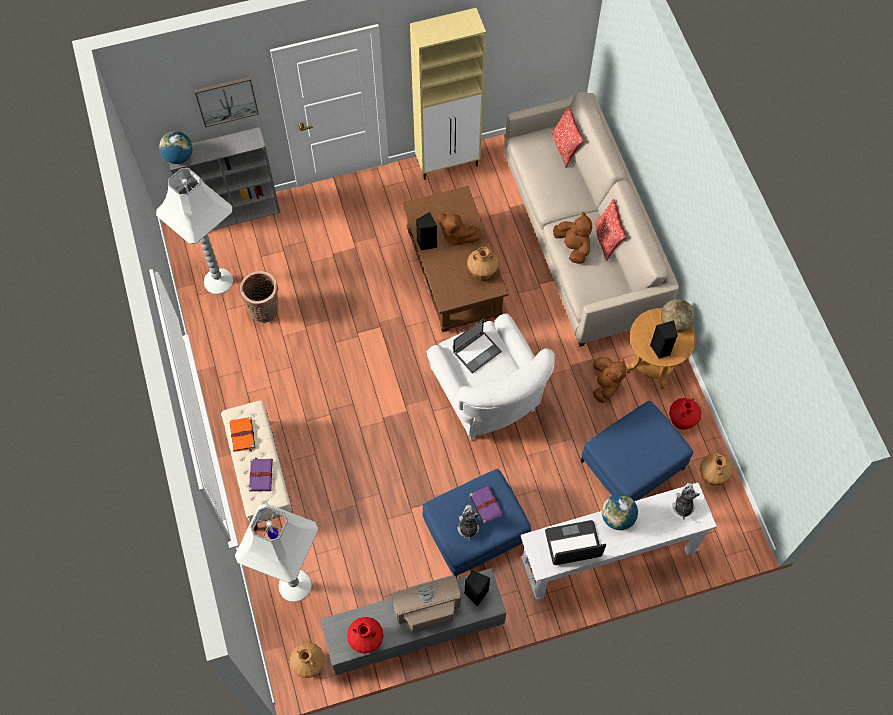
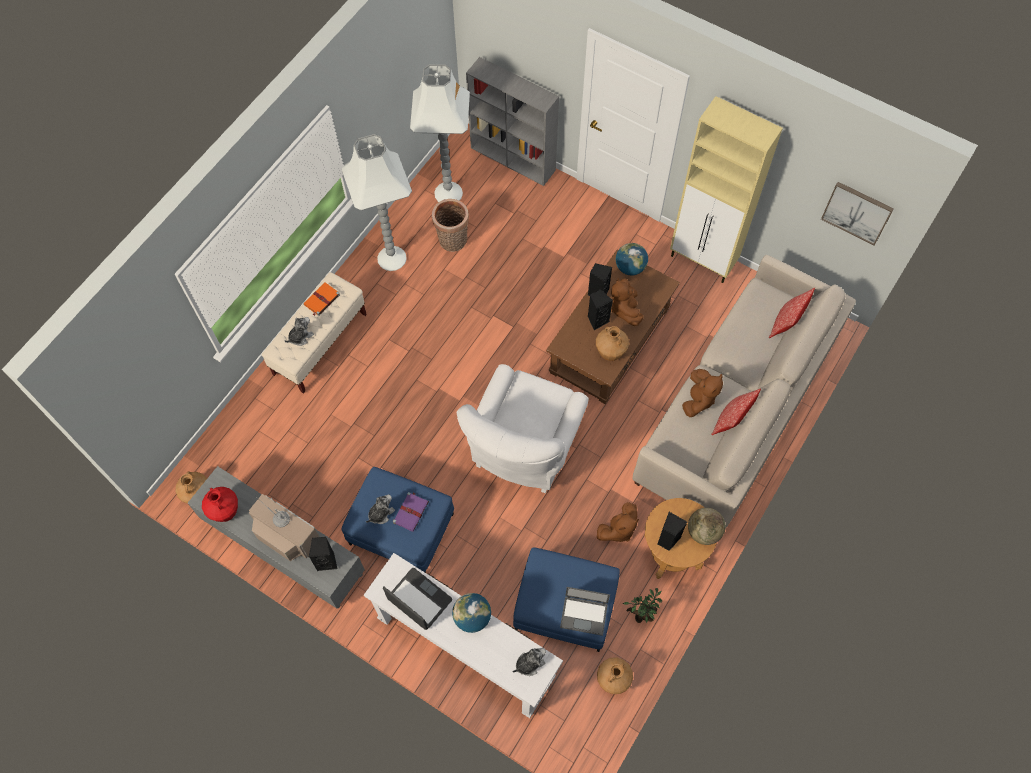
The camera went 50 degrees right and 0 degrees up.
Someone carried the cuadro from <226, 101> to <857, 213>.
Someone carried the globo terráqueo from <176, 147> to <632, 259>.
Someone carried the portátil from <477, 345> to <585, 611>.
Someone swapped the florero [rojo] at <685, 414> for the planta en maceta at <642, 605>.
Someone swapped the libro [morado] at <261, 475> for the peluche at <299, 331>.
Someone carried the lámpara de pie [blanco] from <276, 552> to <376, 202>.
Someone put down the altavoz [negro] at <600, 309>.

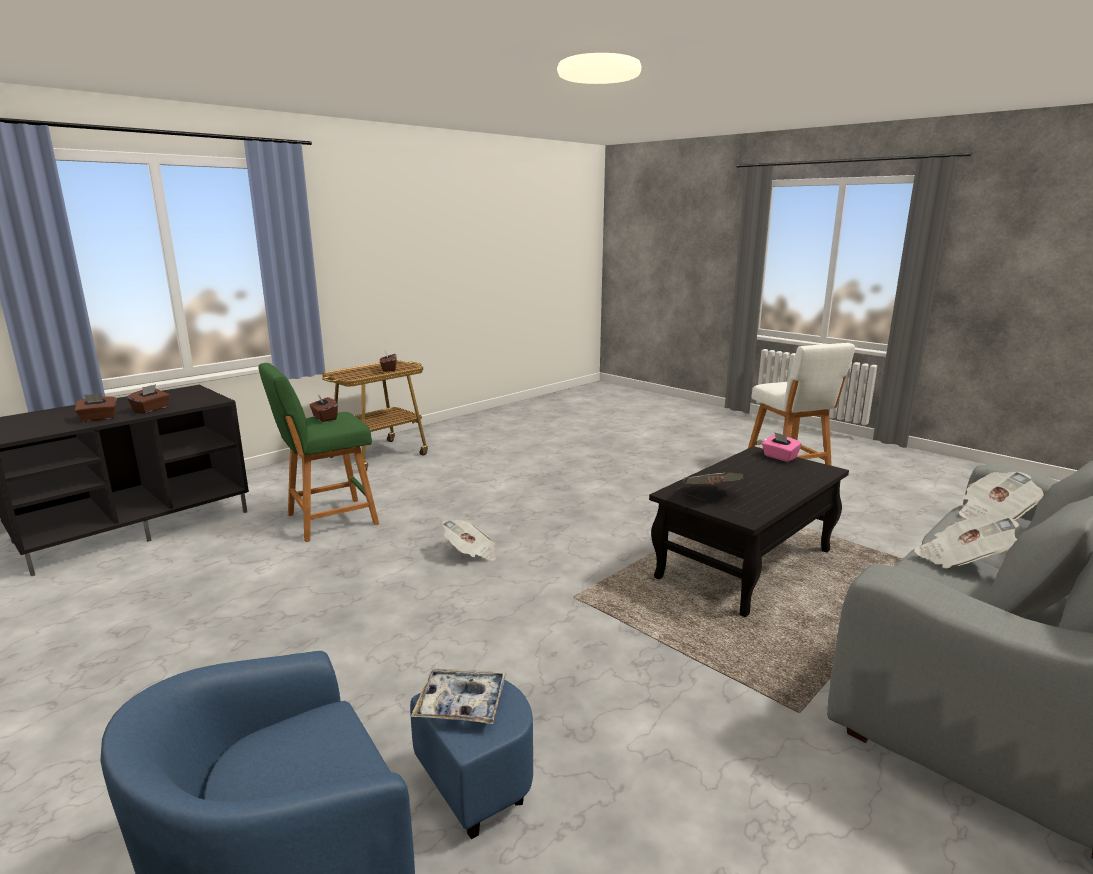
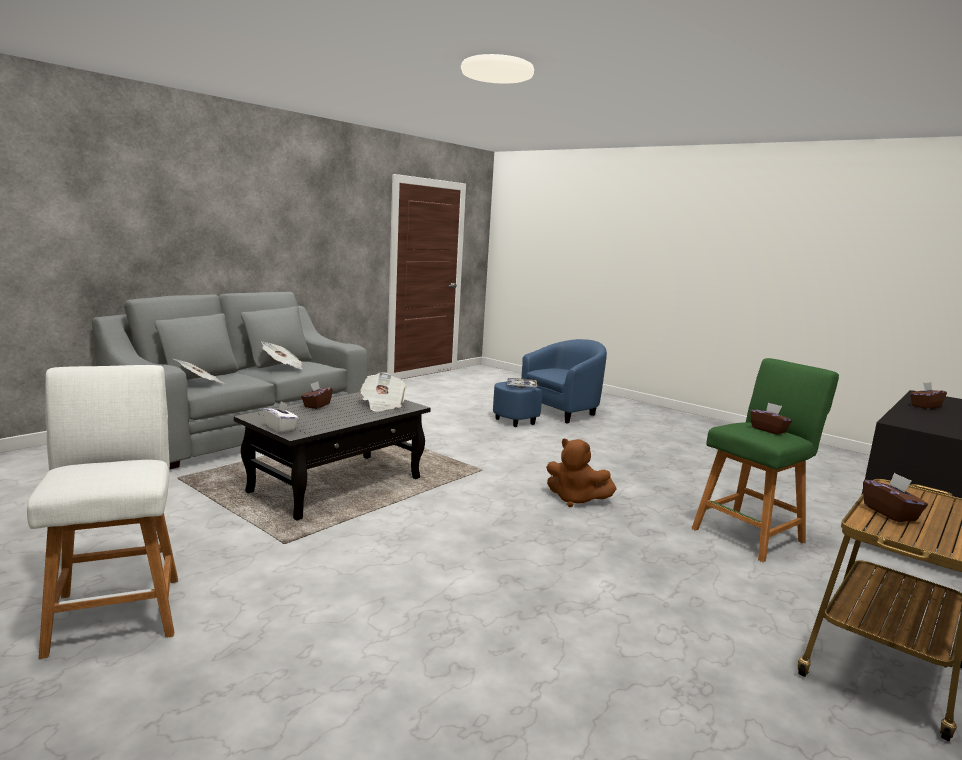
The camera went 175 degrees right and 5 degrees down.
Someone carried the caja de pañuelos [marrón] from <148, 399> to <317, 395>.
Someone repainted the caja de pañuelos [rosa] at <782, 447>, which became the caja de pañuelos [blanco] at <281, 417>.
Someone swapped the periódico at <469, 540> for the peluche [marrón] at <581, 472>.

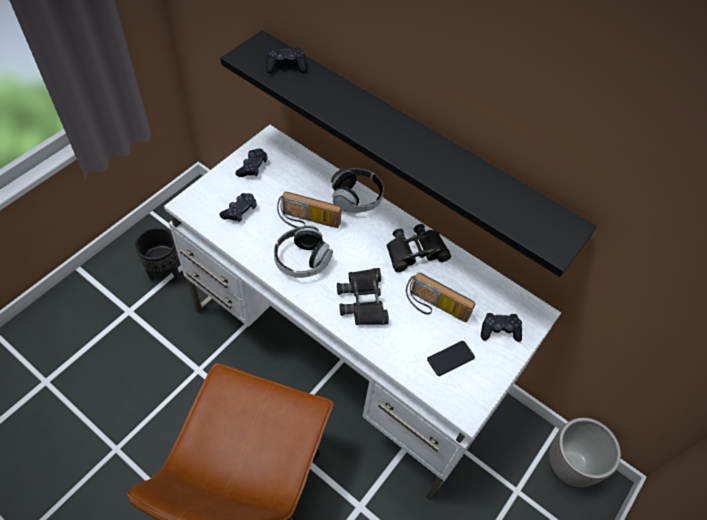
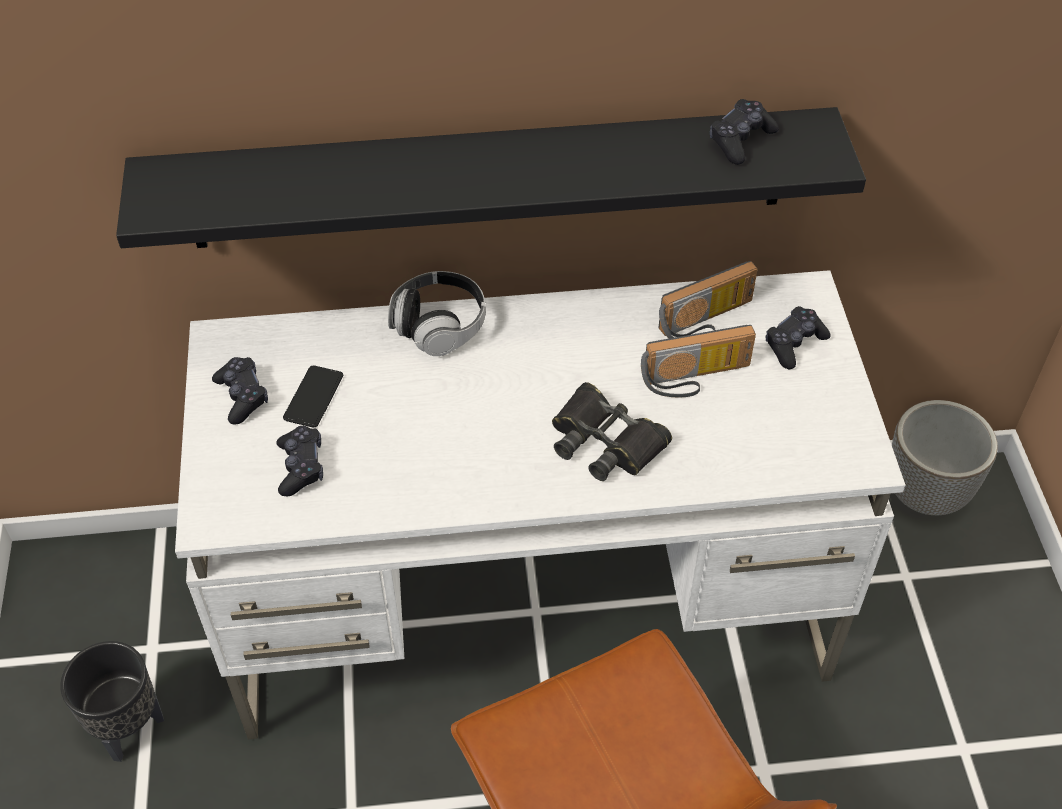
The camera went 40 degrees left and 5 degrees down.
Someone carried the mando de consola [negro] from <286, 60> to <744, 132>.
Someone carried the radio from <309, 210> to <708, 299>.
Someone took away the prismáticos [negro] at <419, 248>.
Someone took away the auriculares at <303, 251>.
Someone carried the móvil from <451, 358> to <313, 396>.

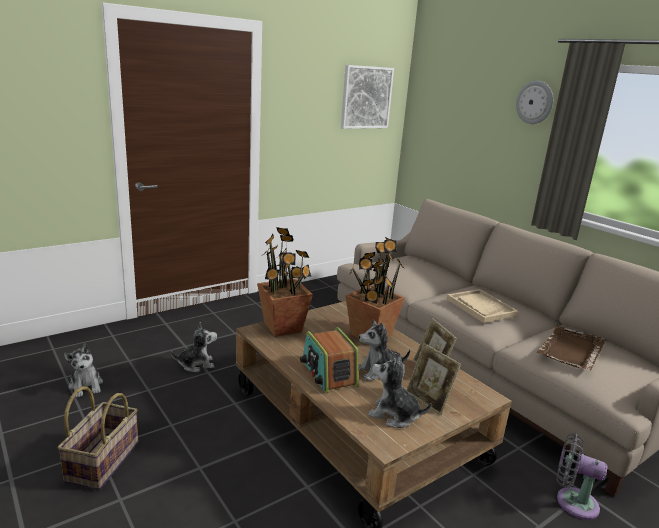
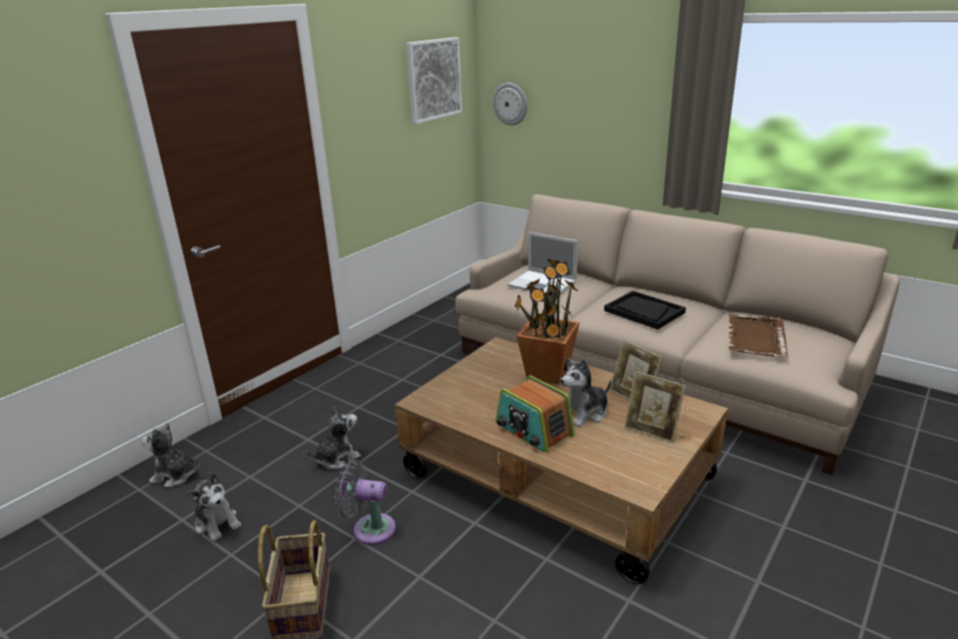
The camera went 15 degrees left and 5 degrees up.
Someone carried the reloj de pared from <534, 102> to <510, 104>.
Someone took away the planta en maceta at <285, 282>.
Someone repainted the bandeja [beis] at <483, 306>, which became the bandeja [negro] at <645, 310>.
Someone carried the peluche from <400, 391> to <170, 455>.
Someone carried the ventilador [gris] from <582, 476> to <365, 502>.
Someone put down the portátil at <543, 264>.

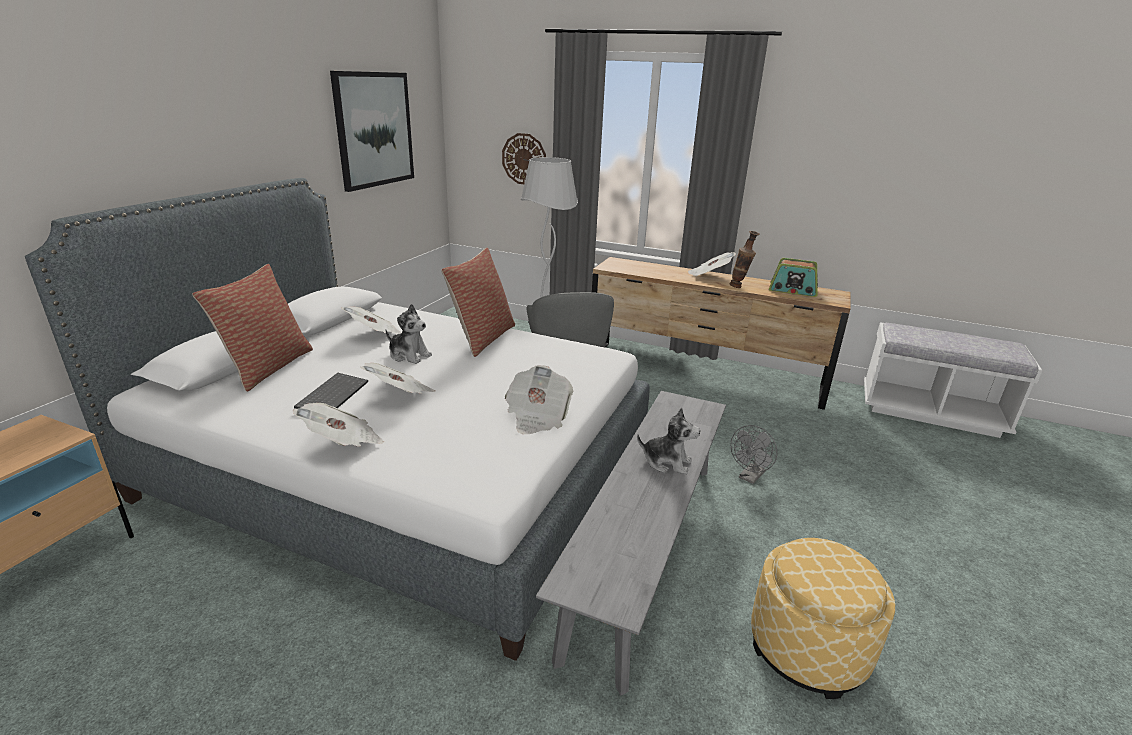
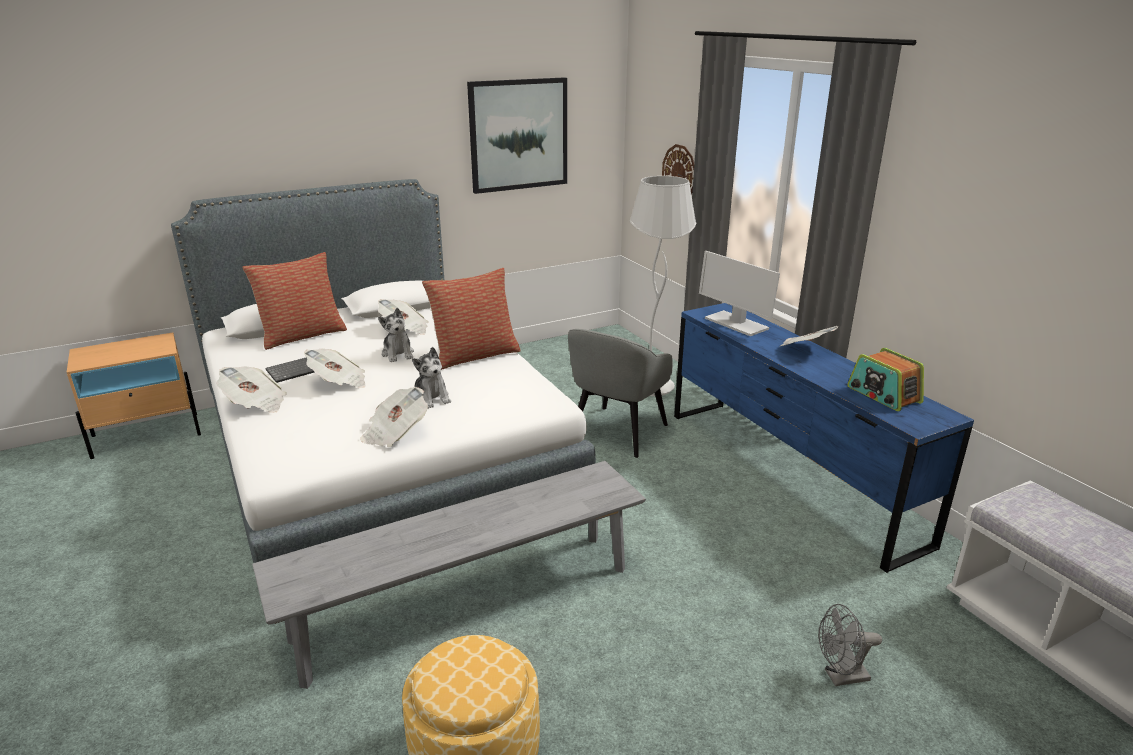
The camera went 40 degrees right and 0 degrees up.
Someone took away the florero at <744, 259>.
Someone repainted the cómoda [marrón] at <721, 333>, which became the cómoda [azul] at <824, 438>.
Someone carried the peluche from <668, 441> to <431, 378>.
Someone carried the ventilador [gris] from <754, 454> to <850, 645>.
Someone put down the monitor at <739, 293>.

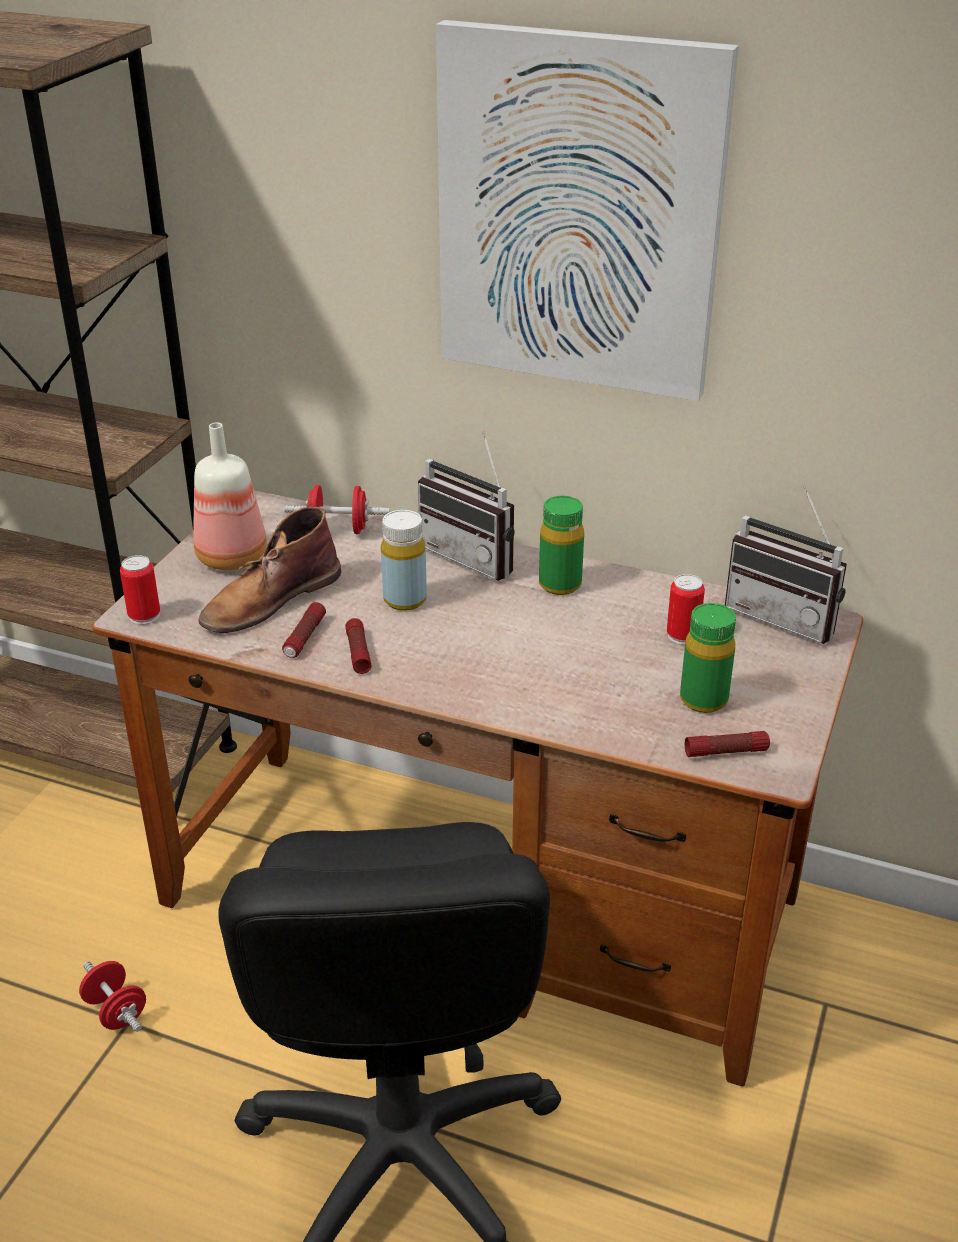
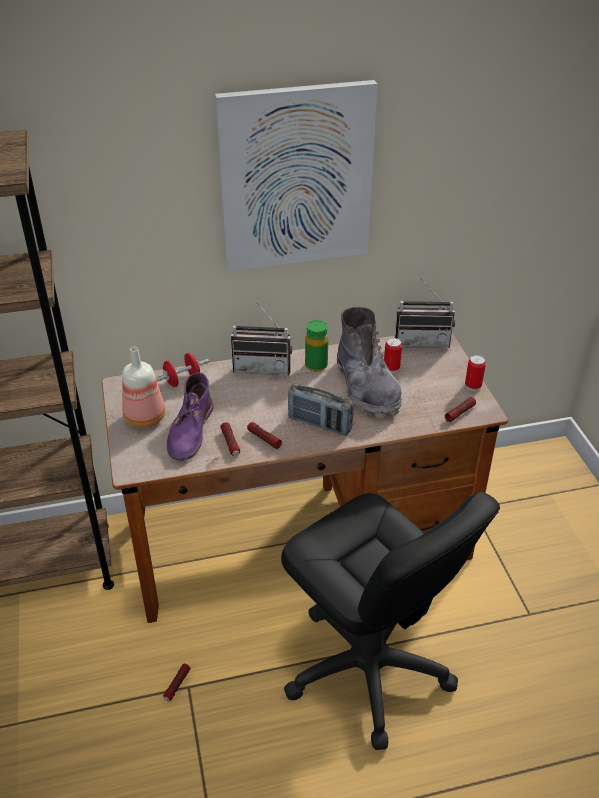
The camera went 35 degrees left and 5 degrees up.
Someone repainted the bota [marrón] at <270, 569>, which became the bota [morado] at <190, 416>.
Someone took away the botella [amarillo] at <404, 560>.
Someone carried the lata from <140, 590> to <475, 373>.
Someone took away the botella [verde] at <708, 658>.
Someone swapped the mancuerna [rojo] at <112, 996> for the linterna at <177, 682>.
Someone put down the bota [gris] at <369, 362>.
Someone put down the radio at <321, 409>.

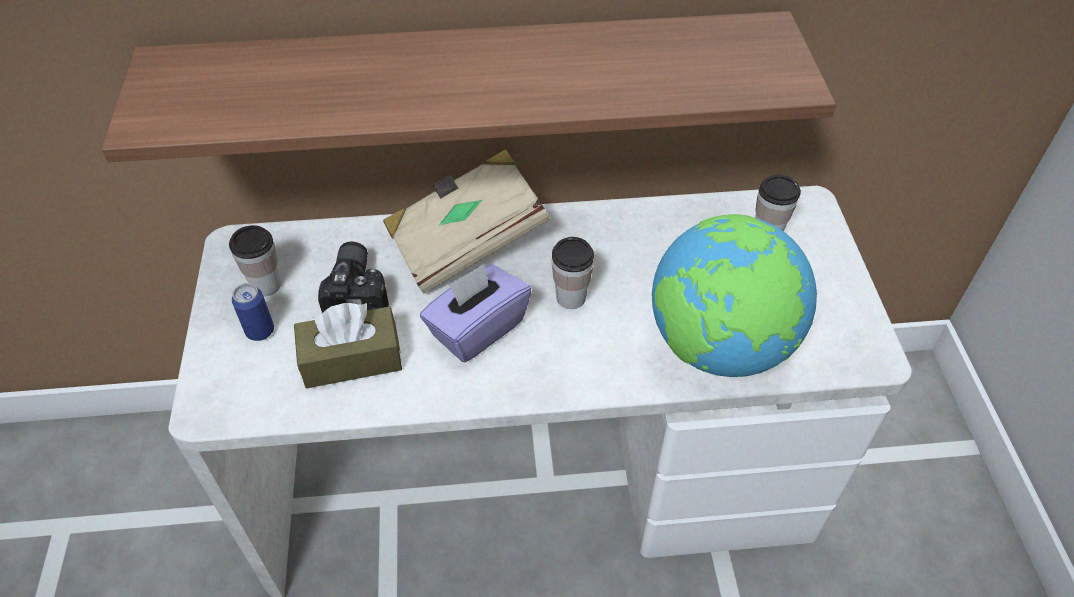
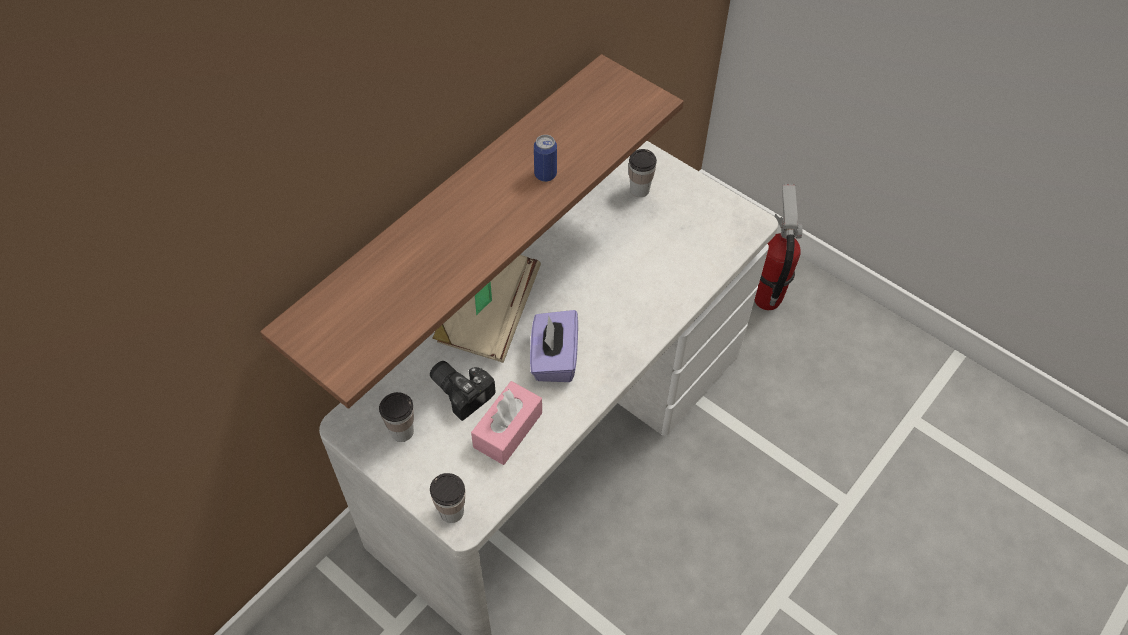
The camera went 45 degrees left and 5 degrees up.
Someone took away the globo terráqueo at <734, 295>.
Someone carried the taza from <573, 273> to <447, 498>.
Someone carried the lata from <253, 312> to <545, 158>.
Someone repainted the caja de pañuelos [marrón] at <348, 345>, which became the caja de pañuelos [rosa] at <506, 423>.
Someone put down the extintor at <778, 247>.

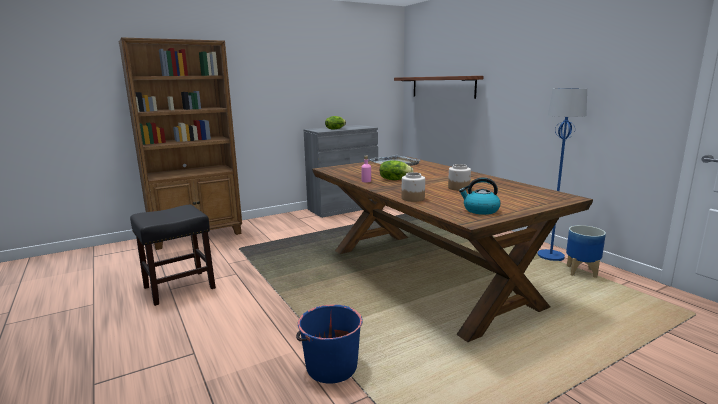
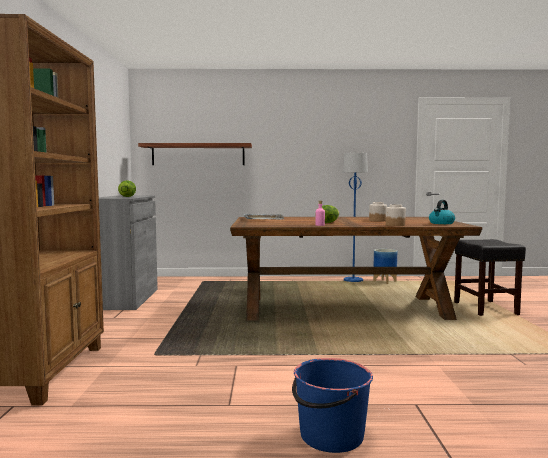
The camera went 60 degrees left and 10 degrees down.
Someone carried the taburete [negro] from <173, 255> to <490, 277>.
Someone carried the cubo [azul] from <329, 343> to <332, 405>.

